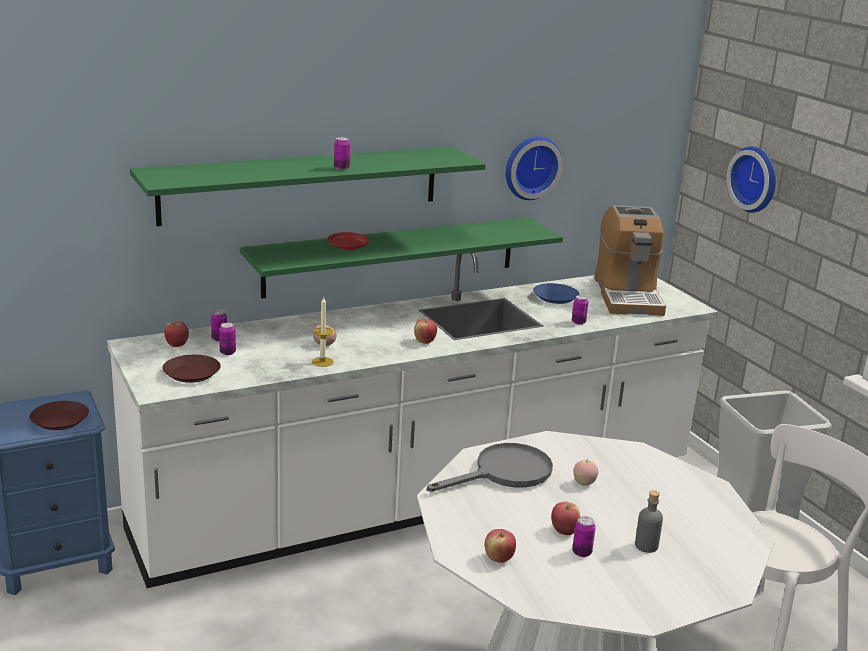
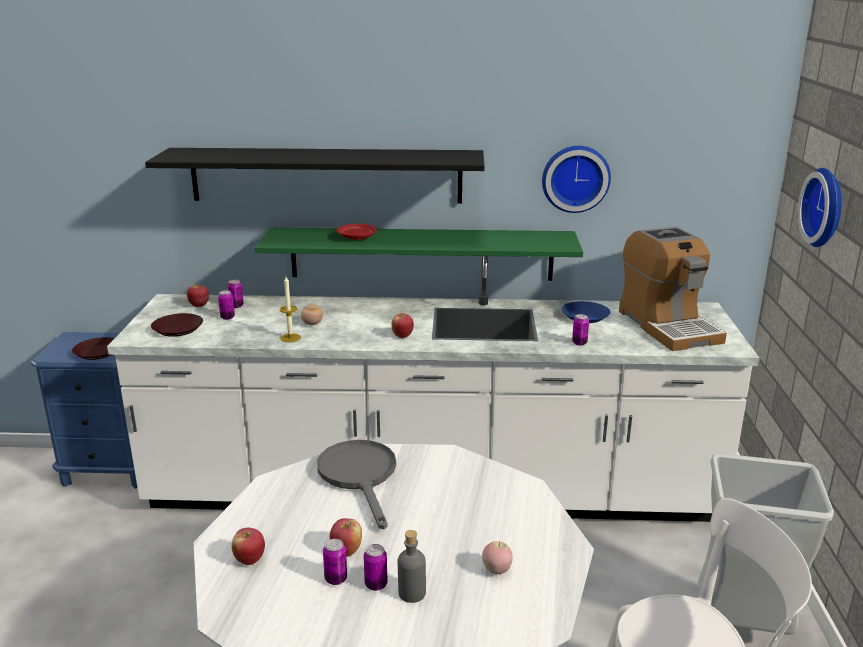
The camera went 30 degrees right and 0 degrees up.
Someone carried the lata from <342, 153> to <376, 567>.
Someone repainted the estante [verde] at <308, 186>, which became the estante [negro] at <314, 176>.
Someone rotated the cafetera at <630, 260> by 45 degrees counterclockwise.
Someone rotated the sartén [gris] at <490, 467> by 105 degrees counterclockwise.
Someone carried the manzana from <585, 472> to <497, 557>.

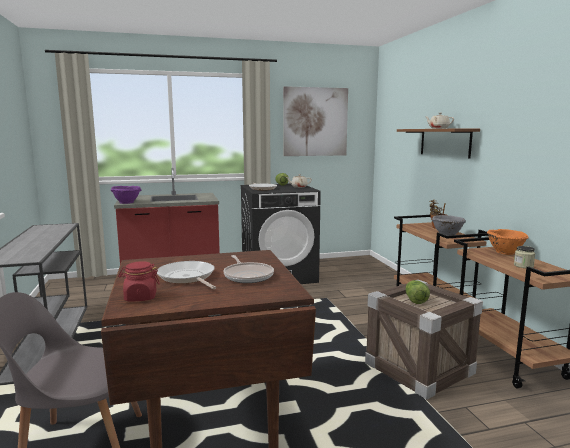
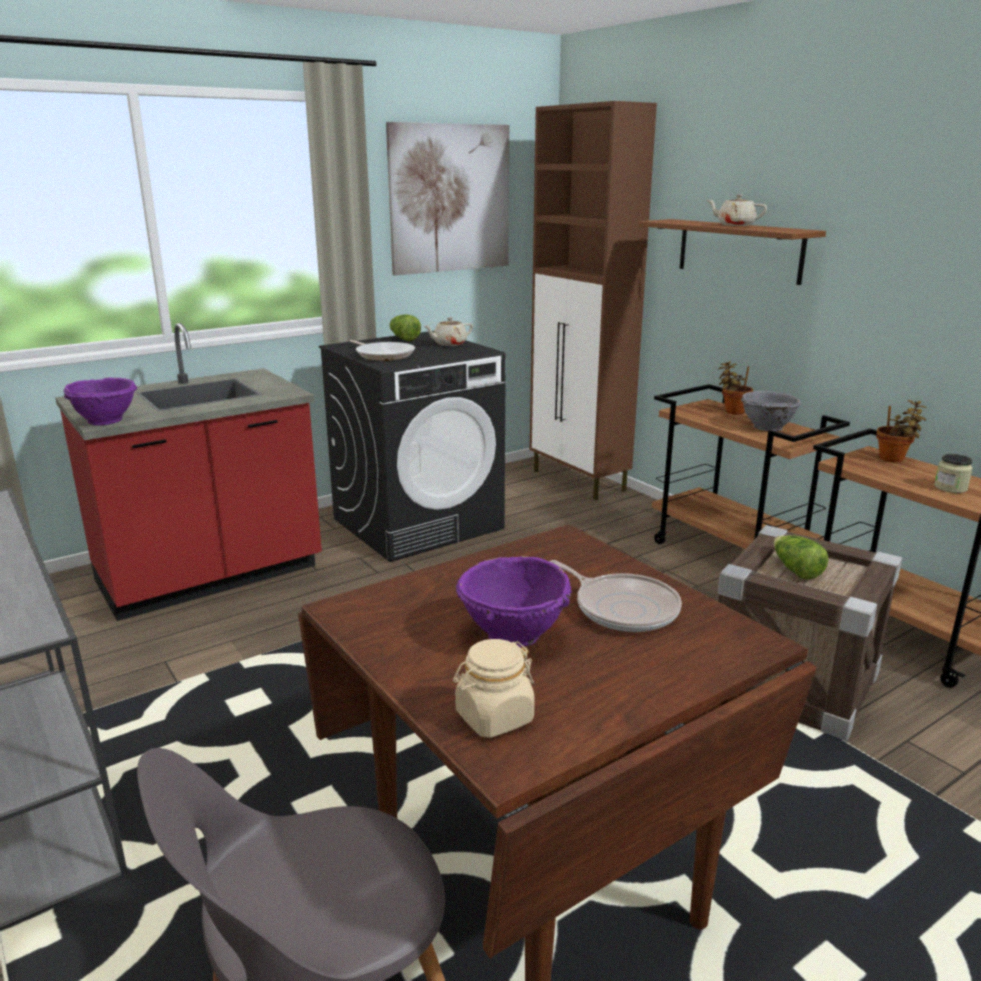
The camera went 20 degrees left and 10 degrees up.
Someone swapped the cuenco [naranja] at <508, 242> for the planta en maceta at <901, 431>.
Someone swapped the sartén at <186, 275> for the cuenco [morado] at <514, 601>.
Someone repainted the tarro [rojo] at <139, 281>, which became the tarro [beis] at <494, 688>.
Someone put down the armario [marrón] at <593, 300>.

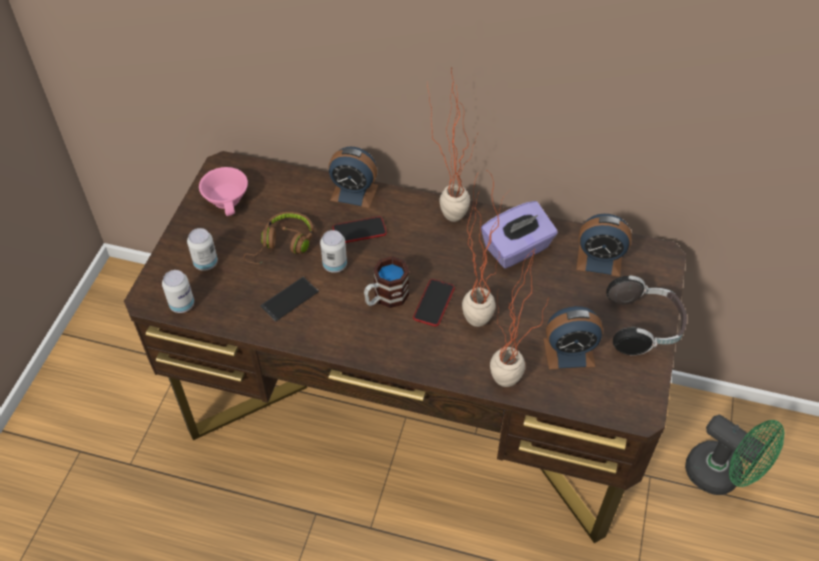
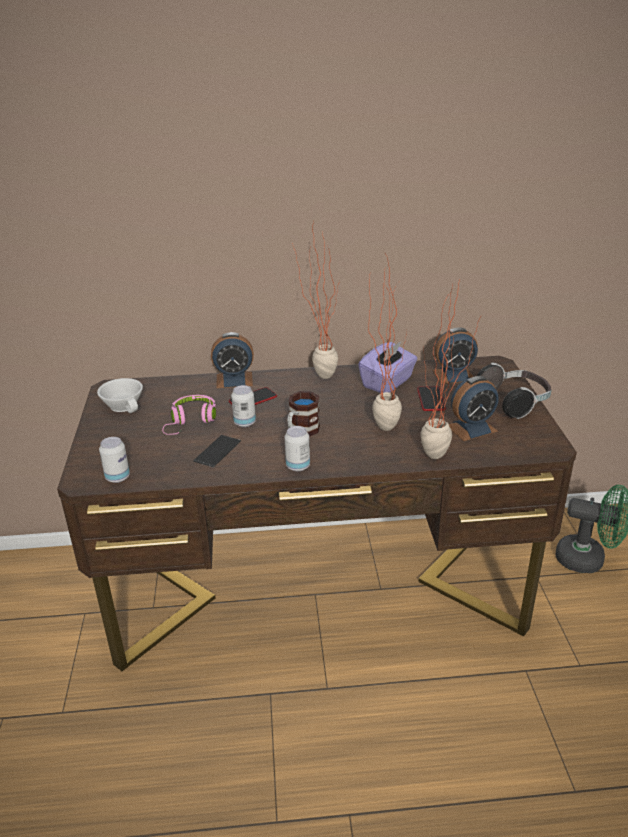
The camera went 20 degrees left and 20 degrees down.
Someone repainted the taza [rosa] at <223, 191>, which became the taza [blanco] at <120, 395>.
Someone repainted the auriculares [marrón] at <278, 238>, which became the auriculares [rosa] at <189, 415>.
Someone carried the lata from <202, 249> to <297, 448>.
Someone carried the móvil from <434, 302> to <431, 398>.

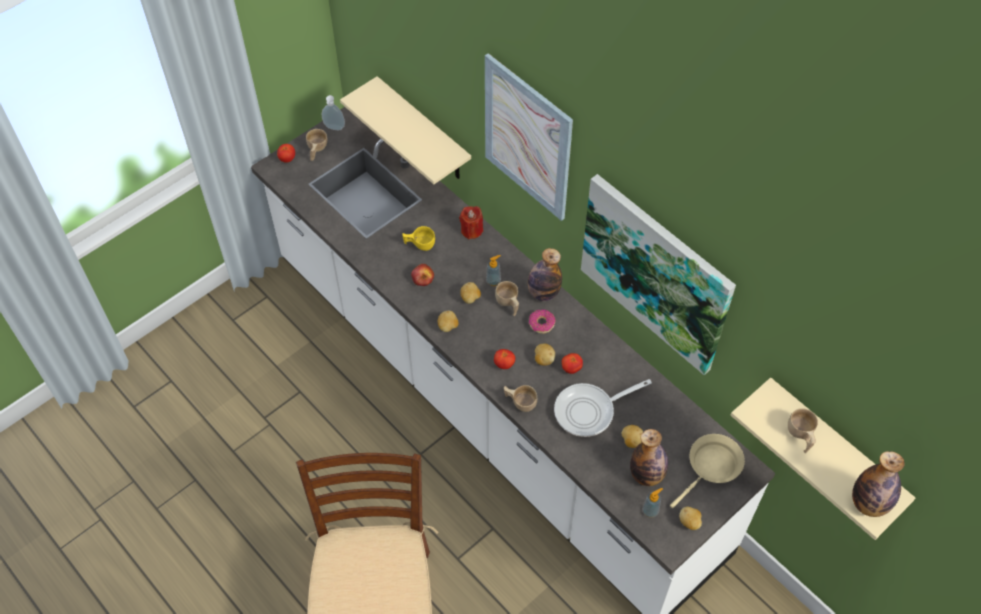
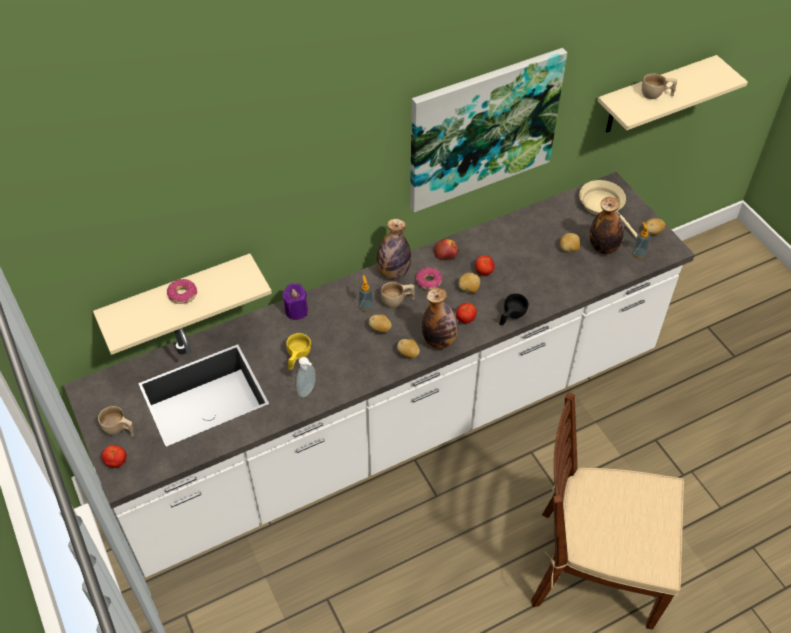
The camera went 75 degrees left and 5 degrees down.
Someone took away the cuadro at <529, 137>.
Someone carried the dispensador de jabón from <333, 112> to <306, 377>.
Someone repainted the vela [rojo] at <471, 222>, which became the vela [morado] at <295, 301>.
Someone carried the manzana from <422, 275> to <446, 250>.
Someone took away the sartén at <603, 408>.
Someone repainted the taza [beis] at <520, 398>, which became the taza [negro] at <514, 309>.
Someone carried the botella from <878, 484> to <440, 318>.
Someone put down the rosquilla at <182, 291>.

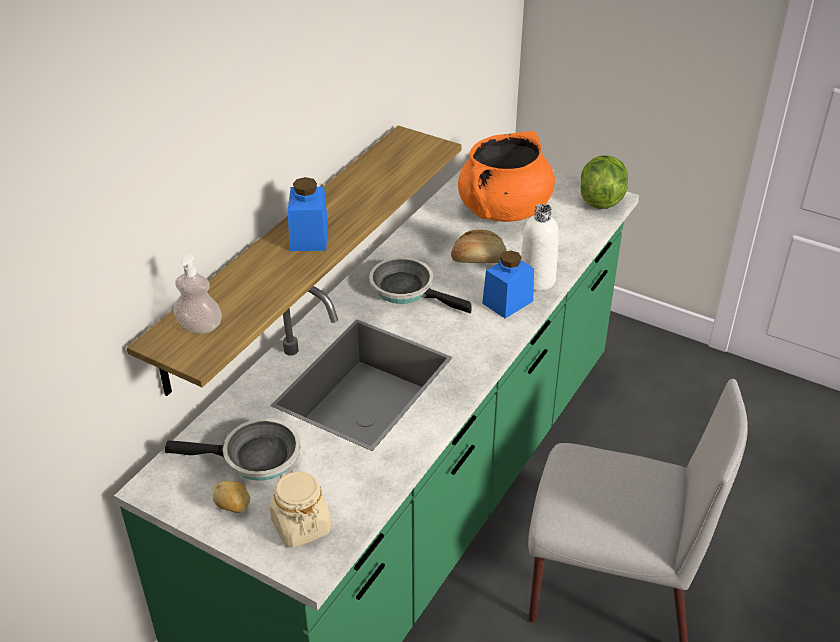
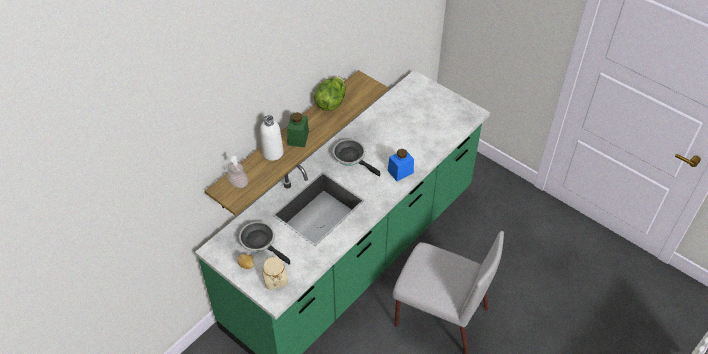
The camera went 10 degrees right and 10 degrees up.
Someone took away the olla [naranja] at <506, 176>.
Someone carried the lechuga from <604, 182> to <330, 94>.
Someone repainted the tarro [azul] at <308, 214>, which became the tarro [verde] at <298, 129>.
Someone carried the botella [blanco] from <540, 247> to <272, 138>.
Someone took away the pan at <479, 246>.
Someone rotated the sartén at <233, 449> by 150 degrees counterclockwise.

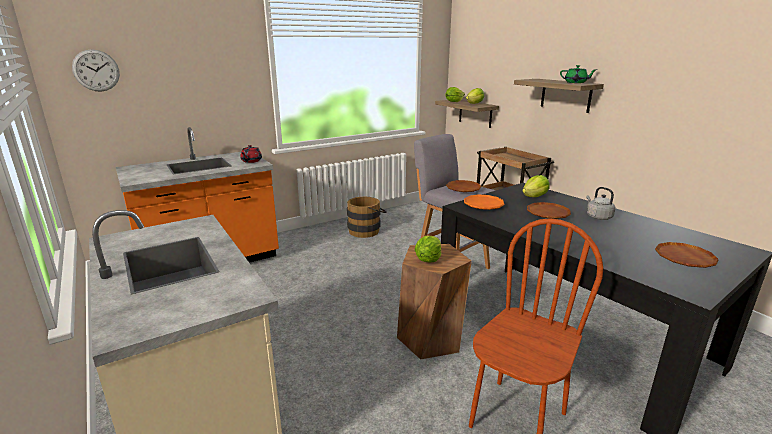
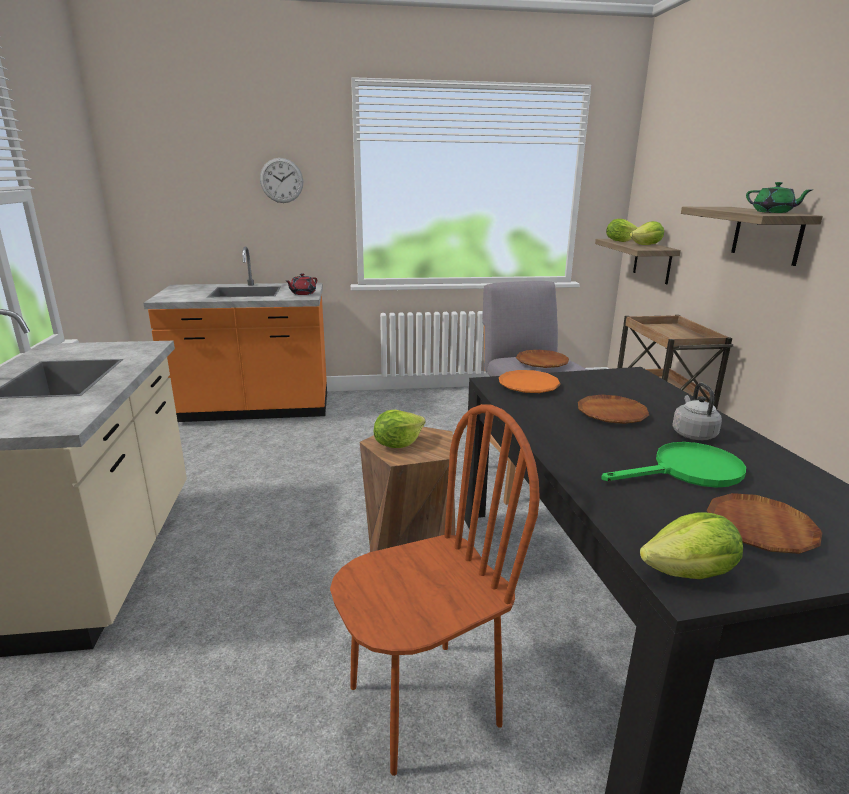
The camera went 25 degrees right and 0 degrees up.
Someone carried the reloj de pared from <96, 70> to <281, 180>.
Someone carried the lechuga from <536, 186> to <691, 545>.
Someone took away the cubo [marrón] at <367, 217>.
Someone put down the sartén [verde] at <673, 464>.

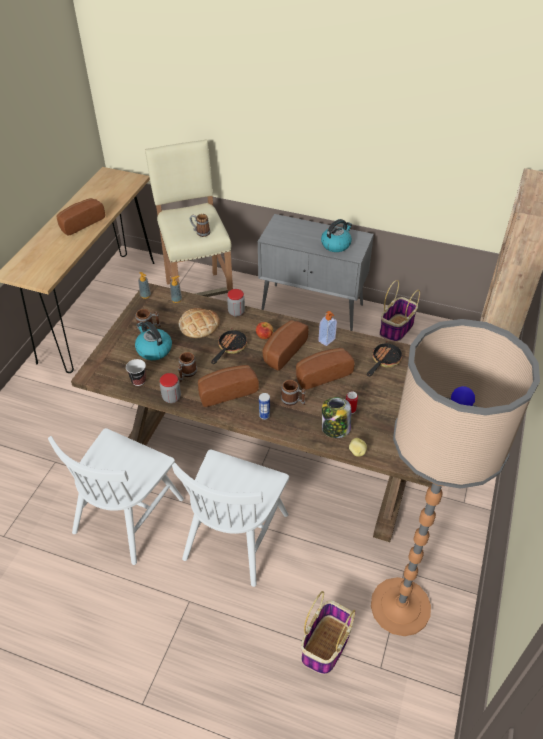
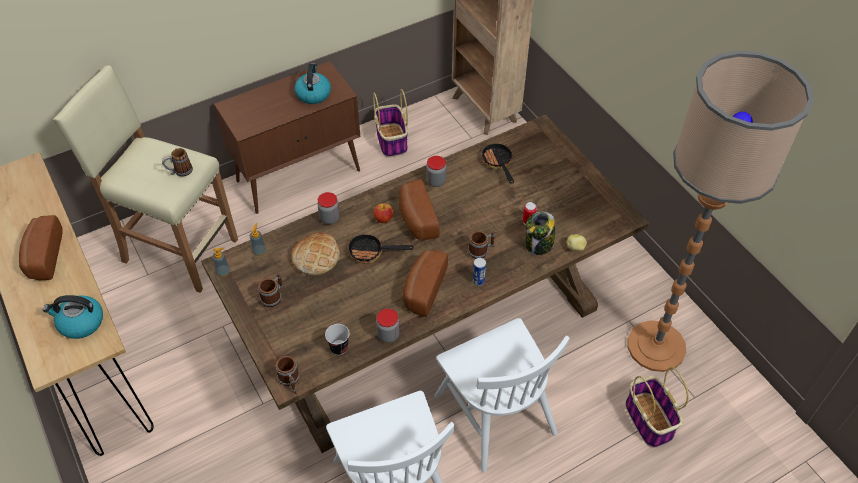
The camera went 50 degrees left and 5 degrees up.
Someone repainted the armario [gris] at <316, 272>, which became the armario [marrón] at <287, 137>.
Someone swapped the dispensador de jabón at <327, 328> for the tarro at <436, 171>.
Someone carried the hervidor from <153, 340> to <73, 317>.
Someone rotated the sartén at <229, 346> by 60 degrees counterclockwise.
Someone took away the pan at <325, 369>.
Someone carried the taza grande from <187, 367> to <287, 375>.

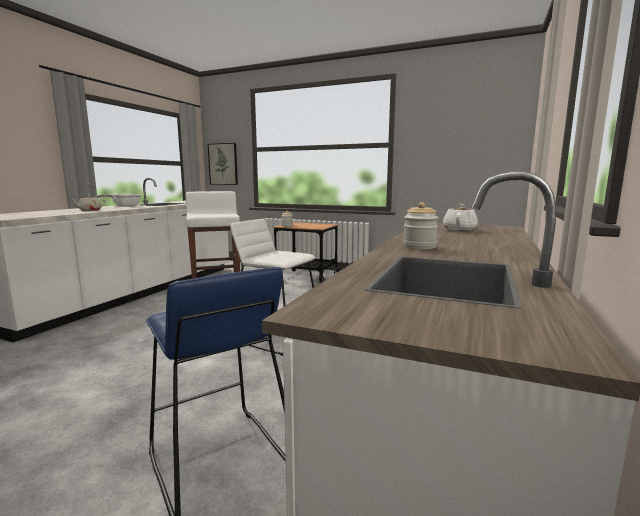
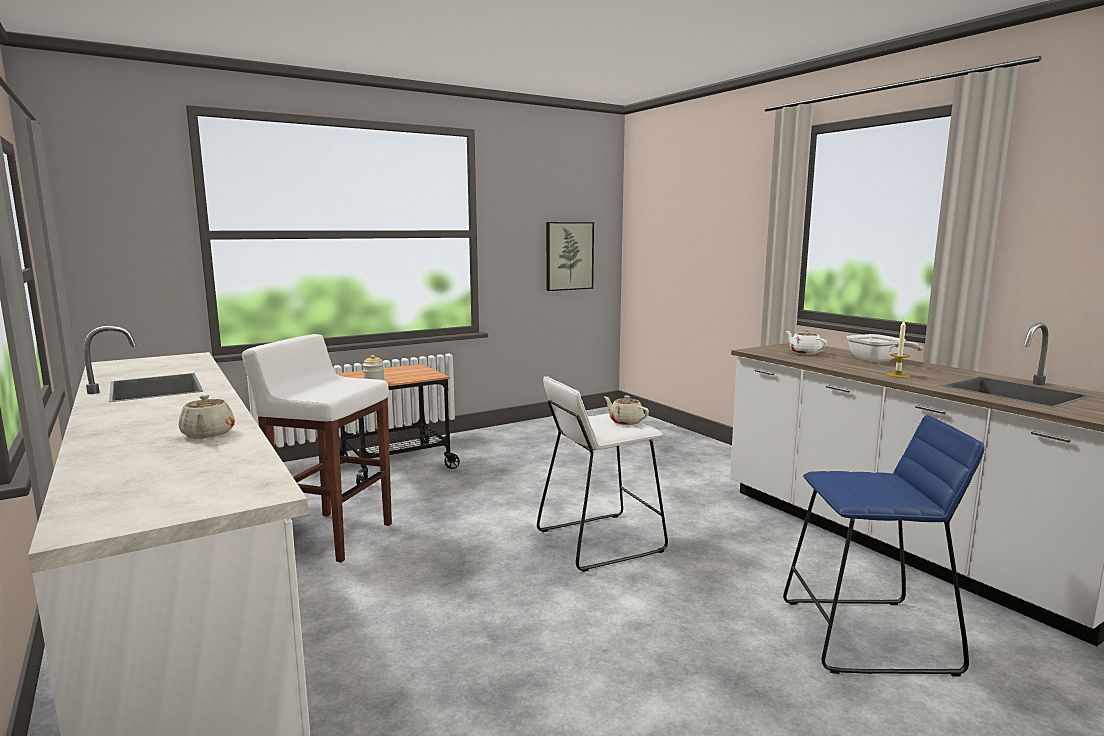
The camera went 55 degrees left and 0 degrees up.
Someone carried the cuadro from <223, 164> to <570, 256>.
Someone carried the sartén from <118, 200> to <884, 348>.
Someone swapped the tarro at <420, 225> for the vela at <898, 349>.
Someone put down the tetera [beis] at <626, 410>.

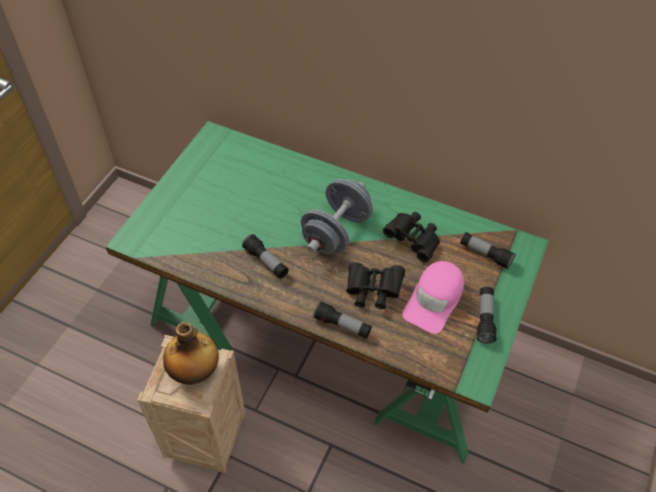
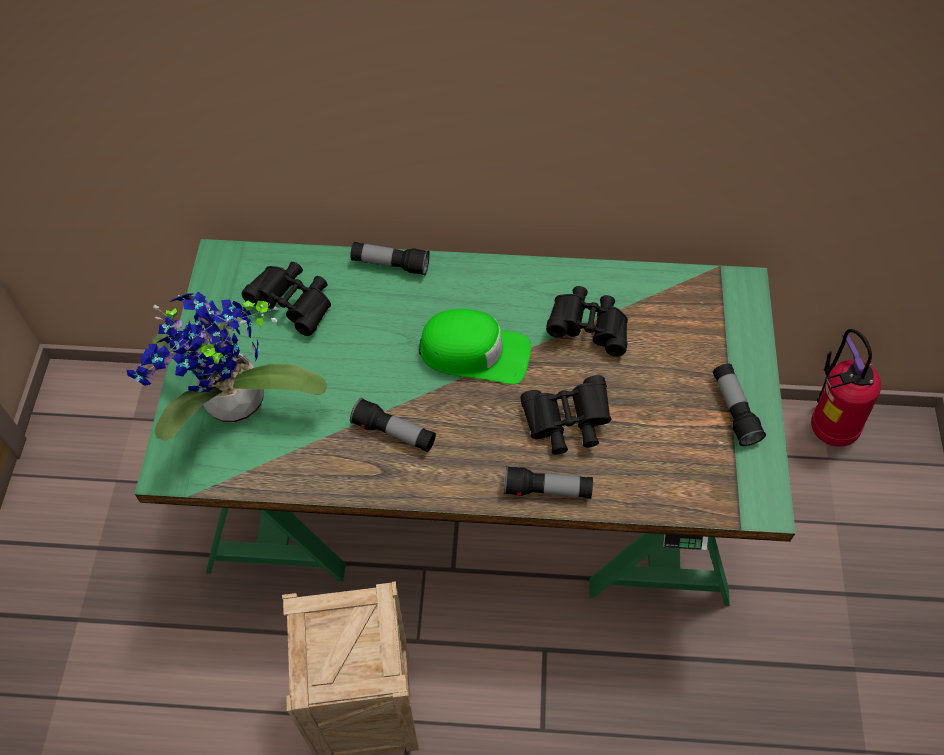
The camera went 20 degrees left and 5 degrees up.
Someone swapped the mancuerna [gris] at <337, 216> for the gorra [verde] at <475, 346>.
Someone carried the linterna from <488, 250> to <390, 259>.
Someone took away the gorra [rosa] at <433, 297>.
Someone took away the botella at <191, 353>.
Someone put down the prismáticos [negro] at <286, 299>.
Someone put down the planta en maceta at <227, 366>.
Someone put down the extintor at <846, 388>.

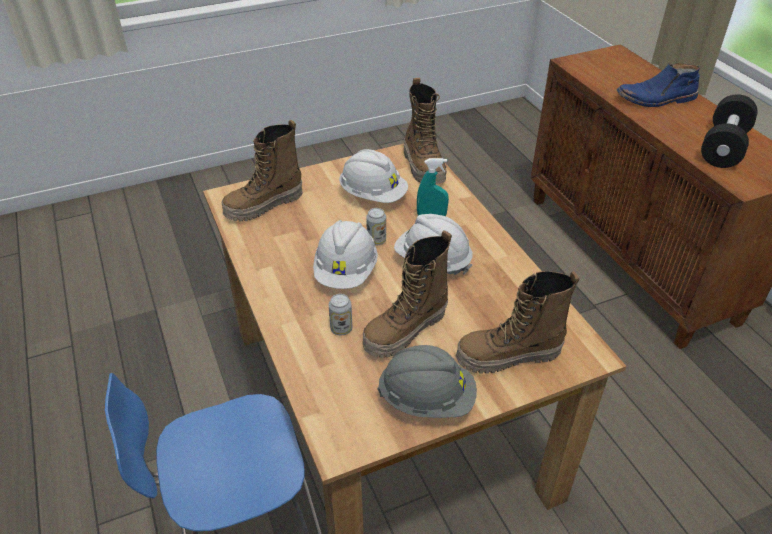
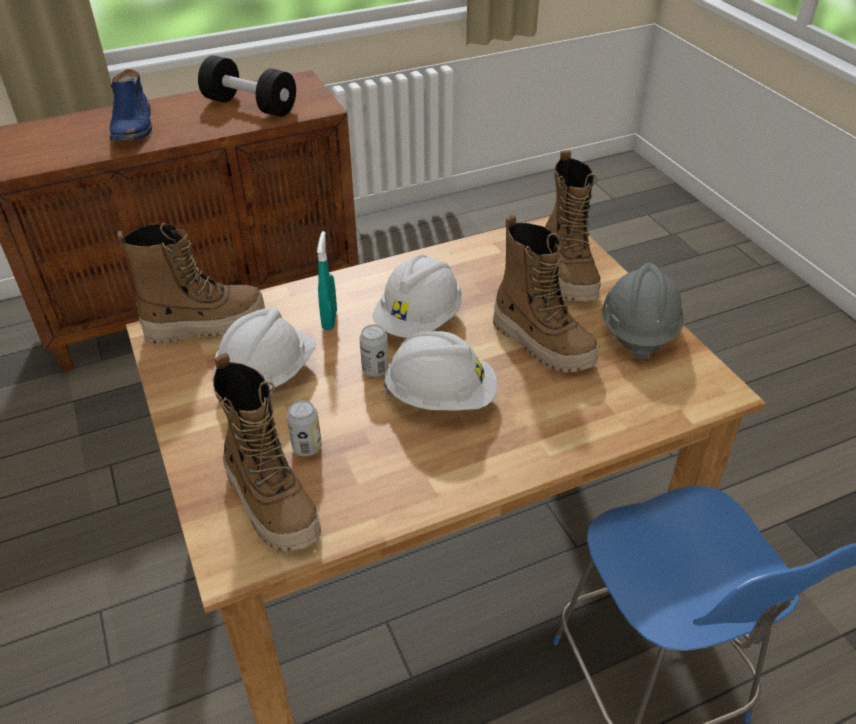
The camera went 90 degrees left and 0 degrees up.
Someone carried the lata from <340, 314> to <304, 428>.

